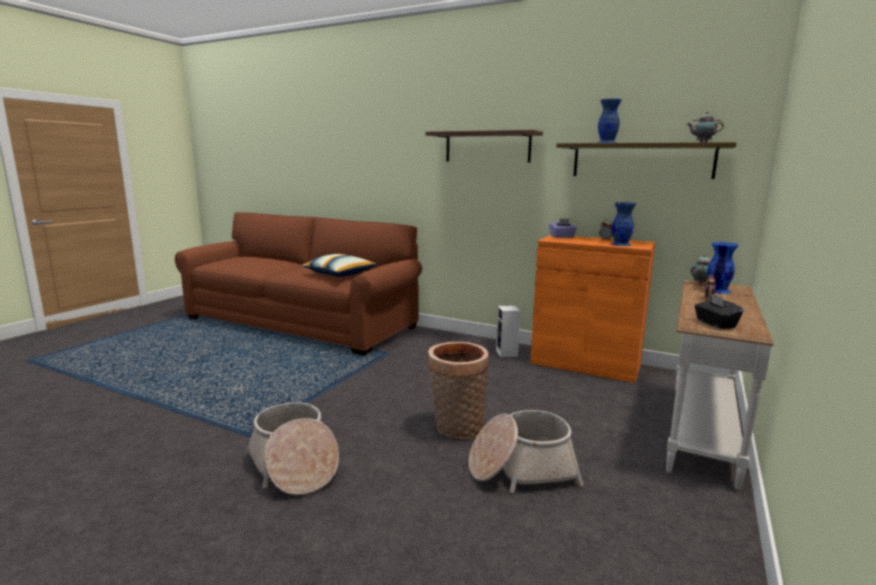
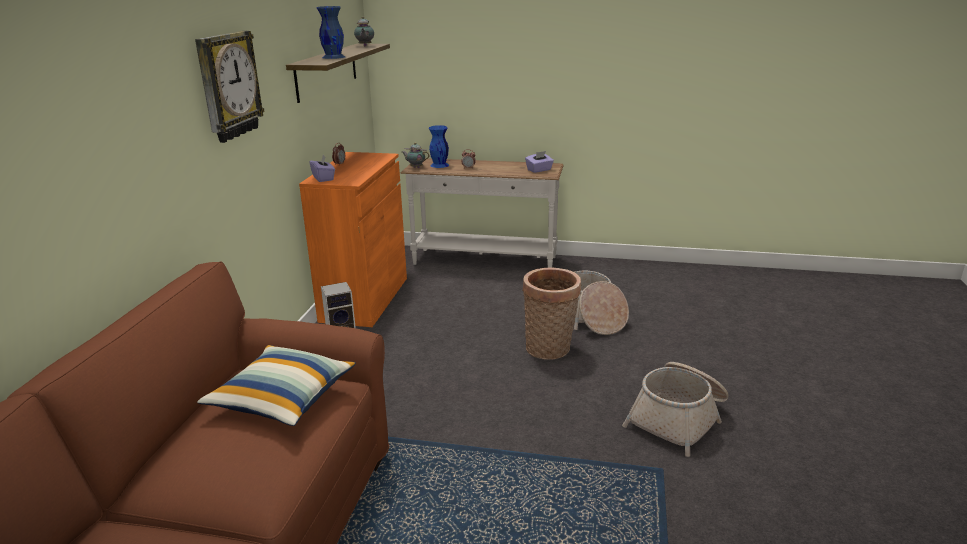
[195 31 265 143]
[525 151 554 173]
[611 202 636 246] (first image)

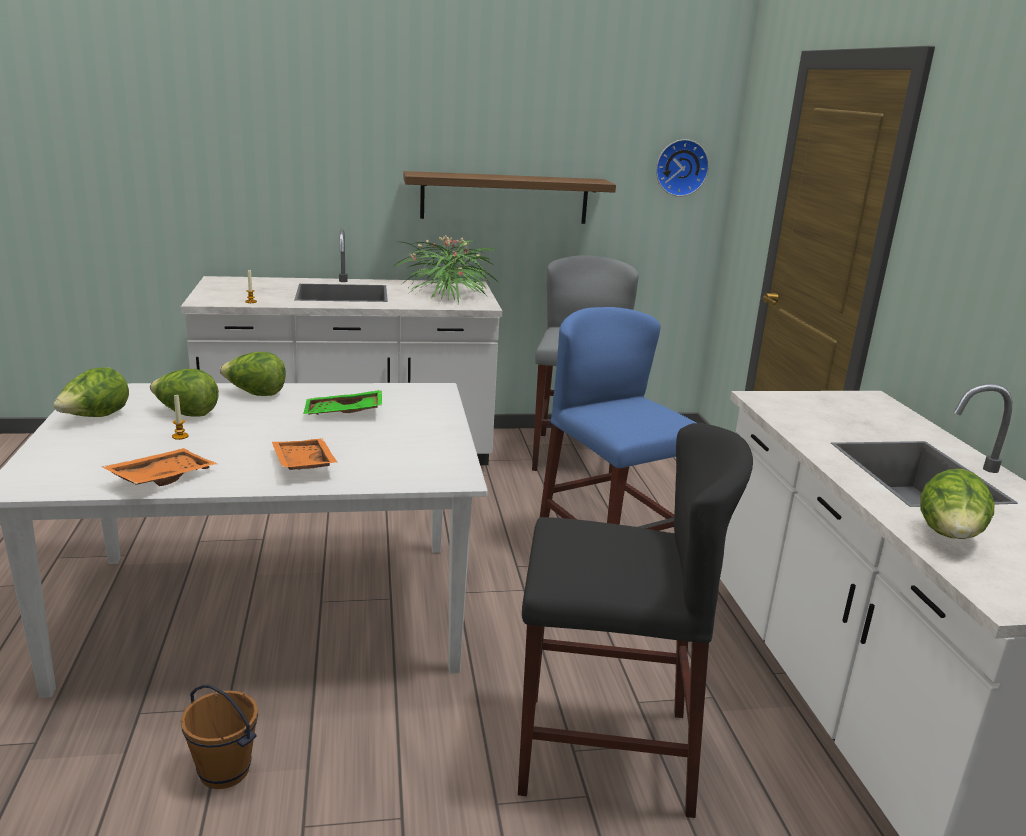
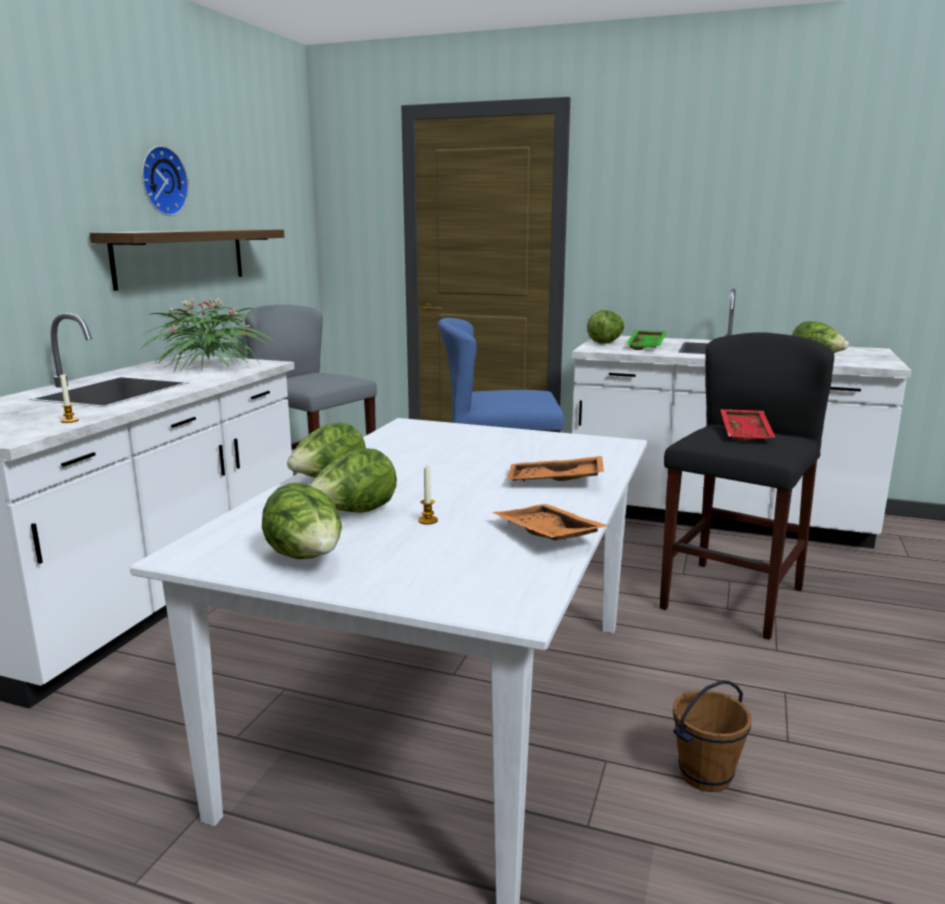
[142 146 189 216]
[587 310 624 344]
[626 330 667 350]
[720 409 775 442]

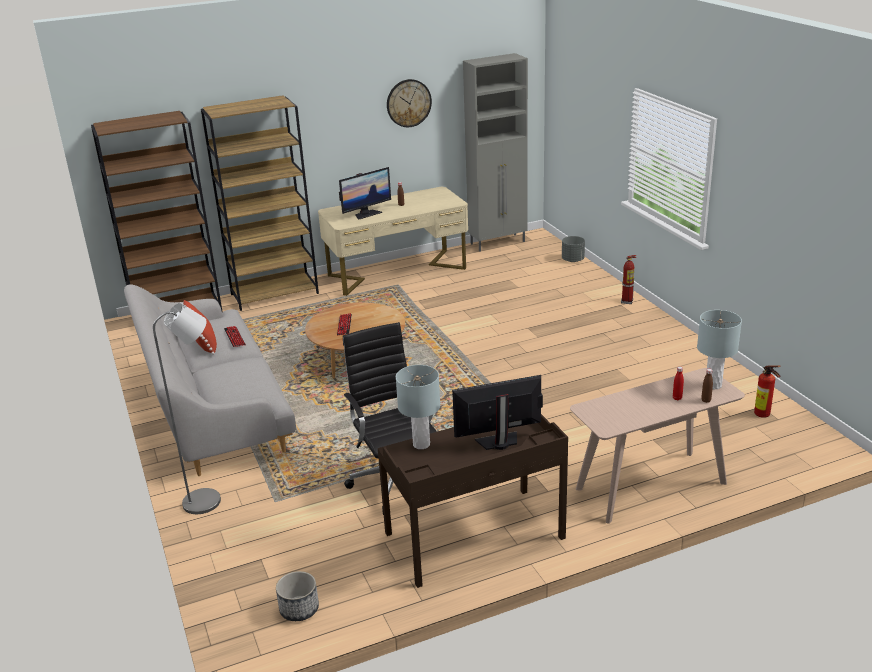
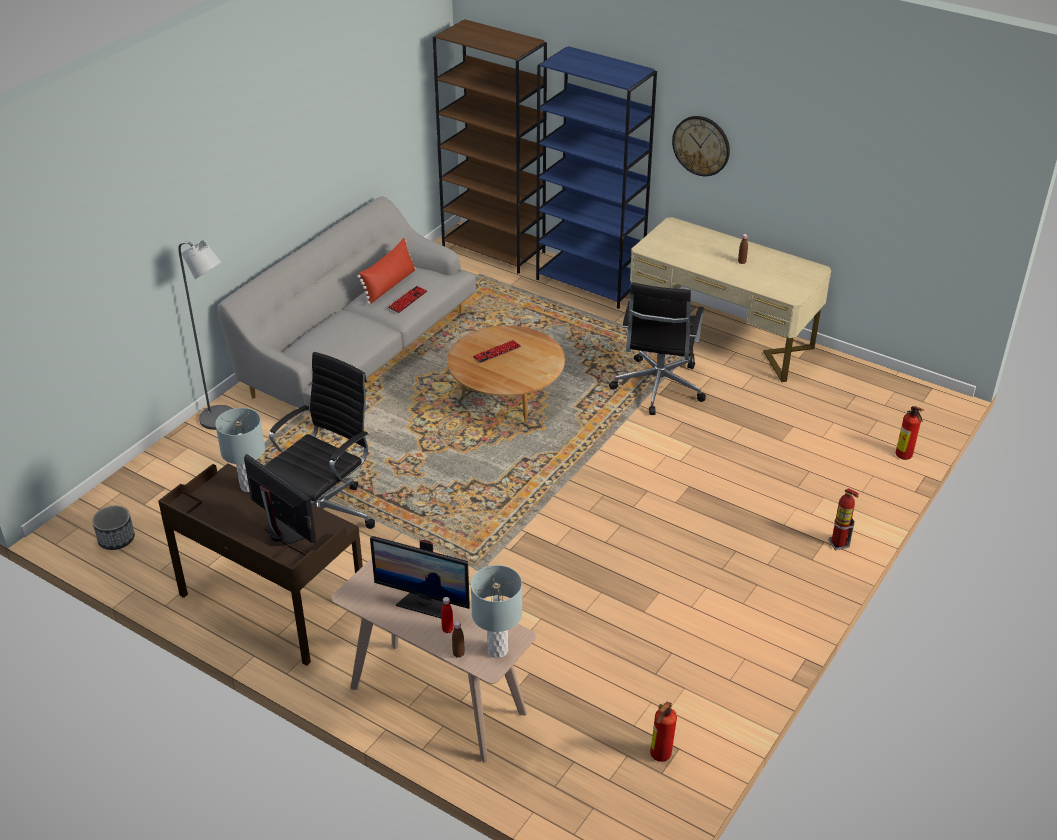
[370 536 470 618]
[536 46 657 309]
[609 283 706 415]
[672 116 730 176]
[896 406 924 460]
[463 53 528 252] (first image)

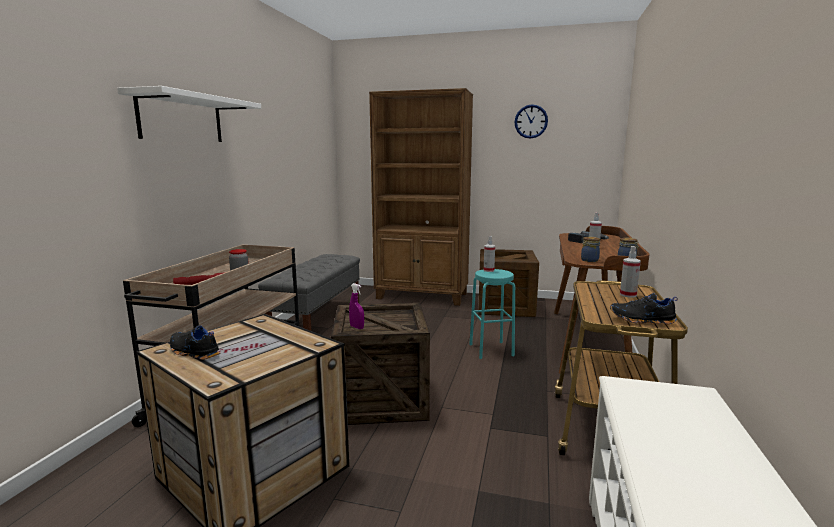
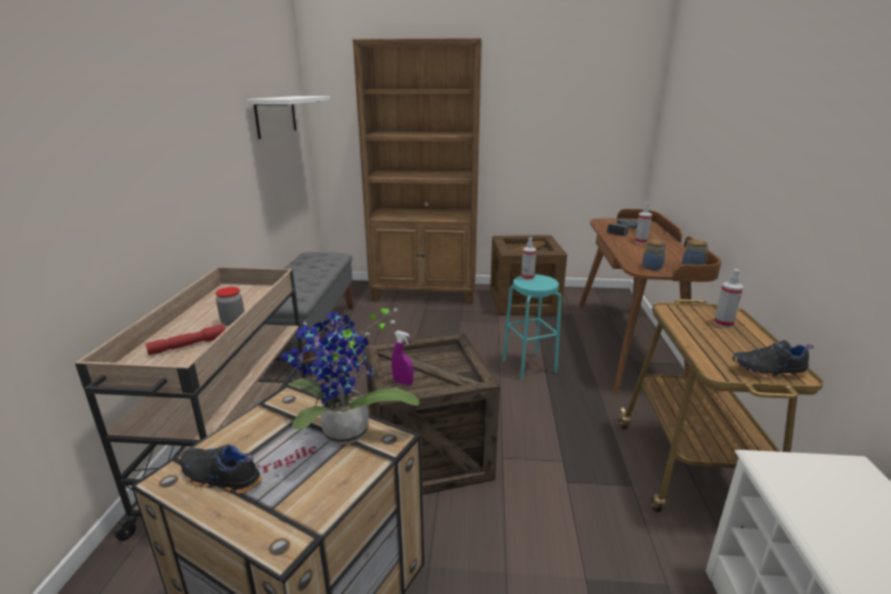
[247 96 330 139]
[282 307 420 445]
[515 104 548 139] (first image)

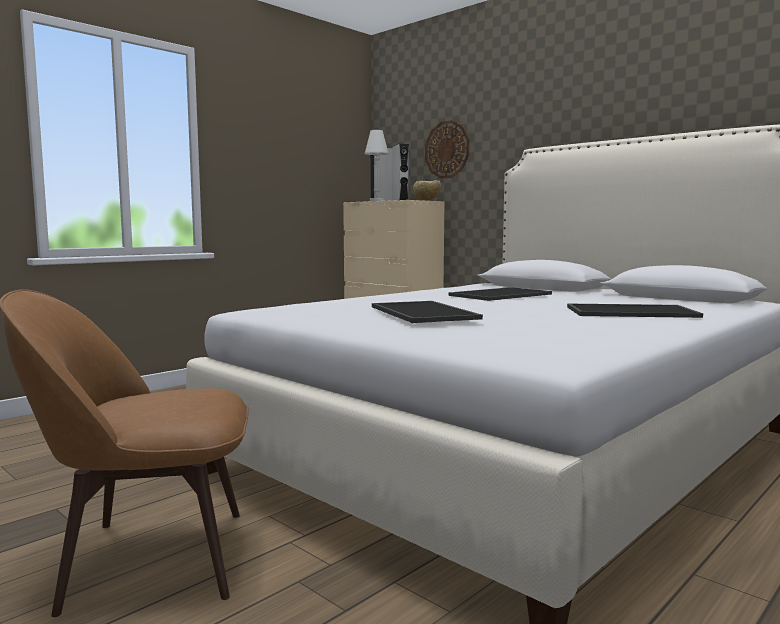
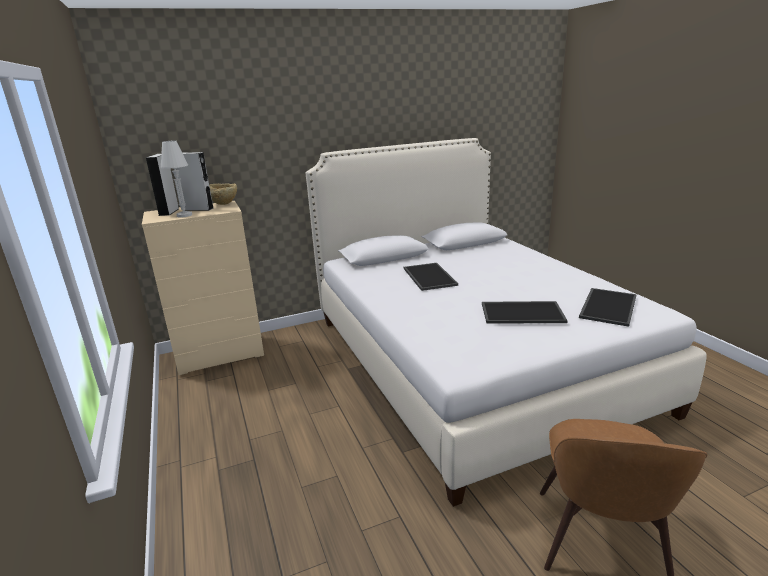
[579 288 637 327]
[425 120 469 179] (first image)

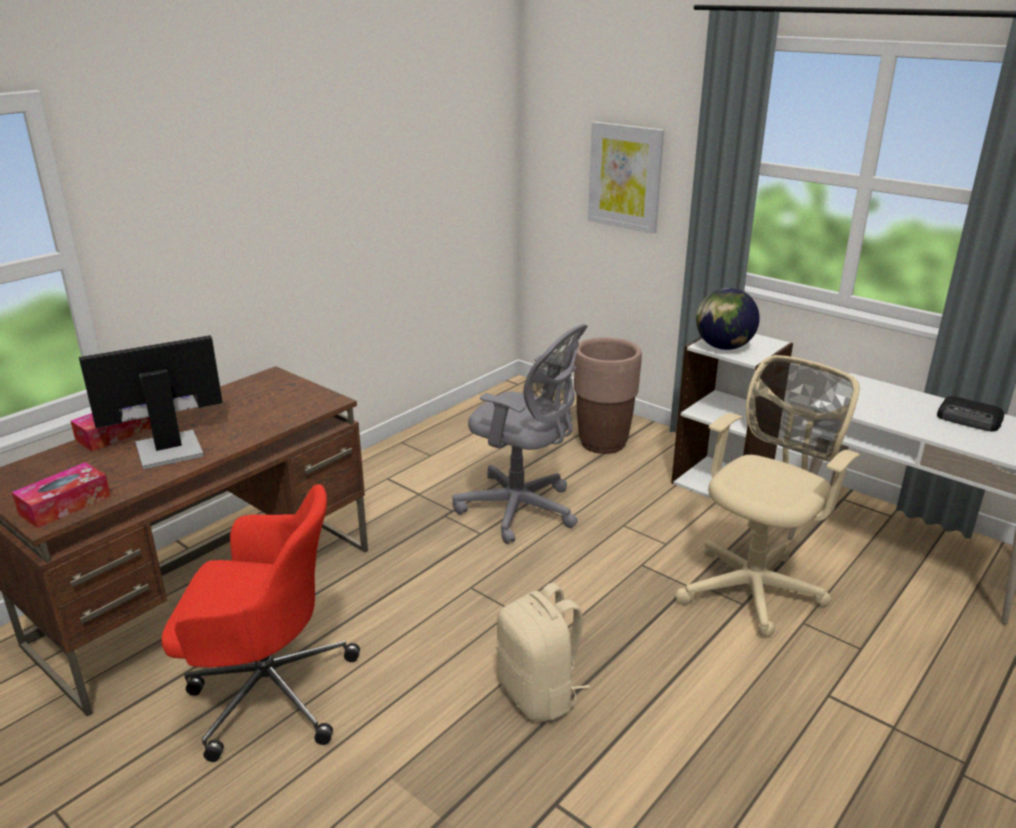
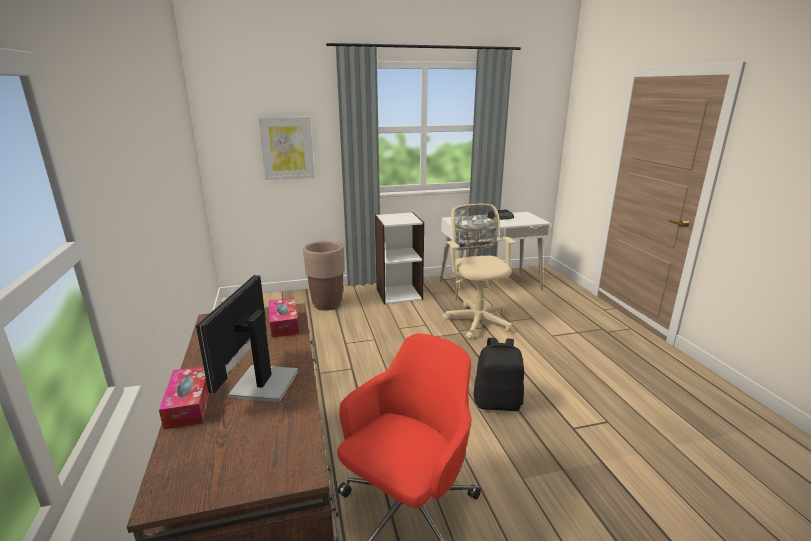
[269 298 299 338]
[473 338 524 411]
[452 324 587 544] (first image)
[696 288 760 350] (first image)

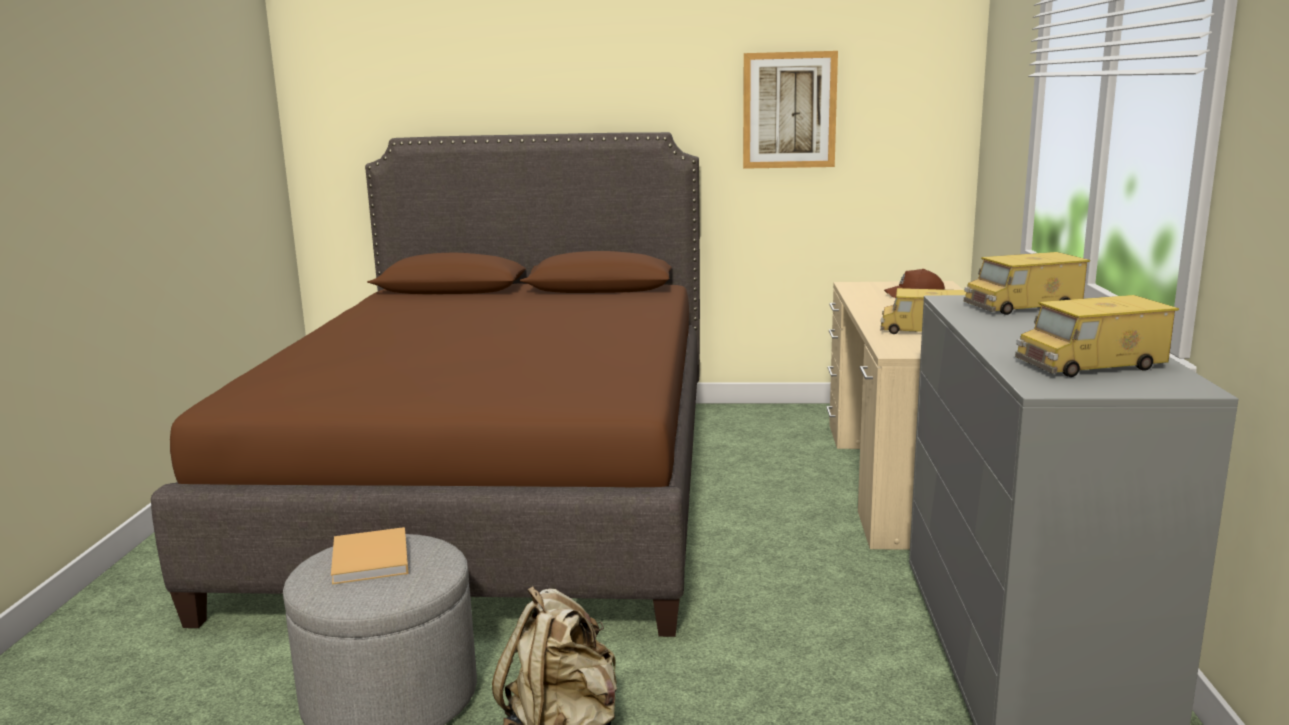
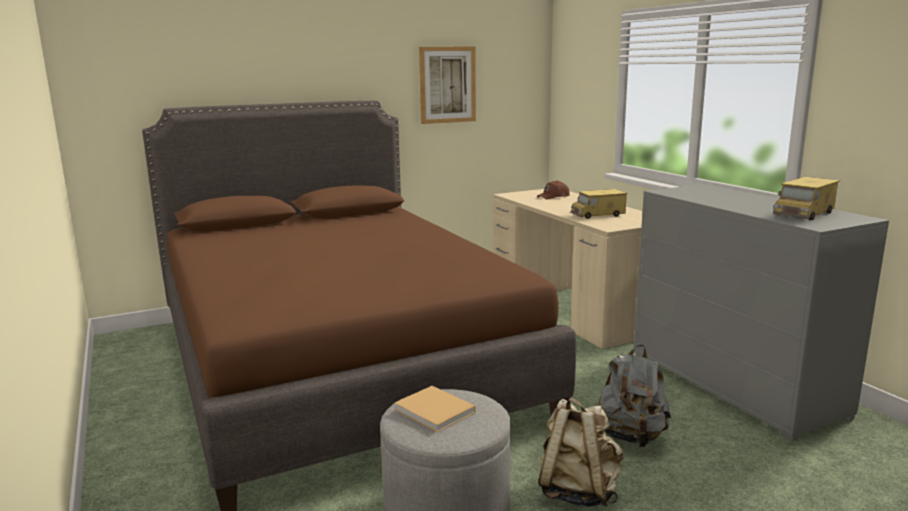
[599 345 671 447]
[964 252 1090 315] (first image)

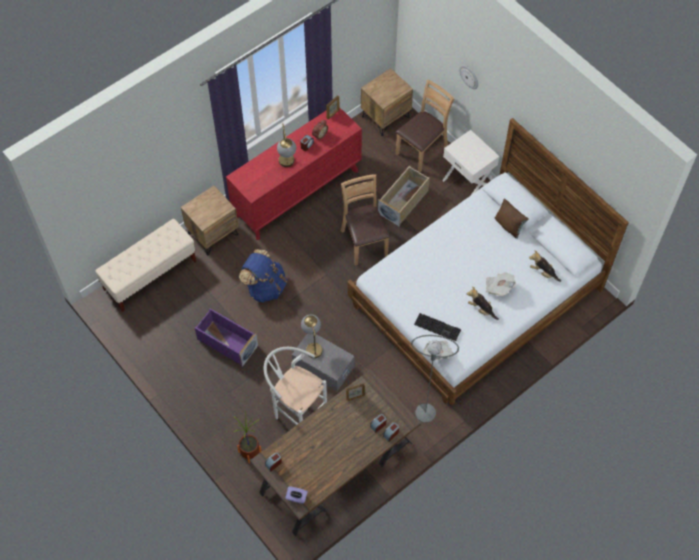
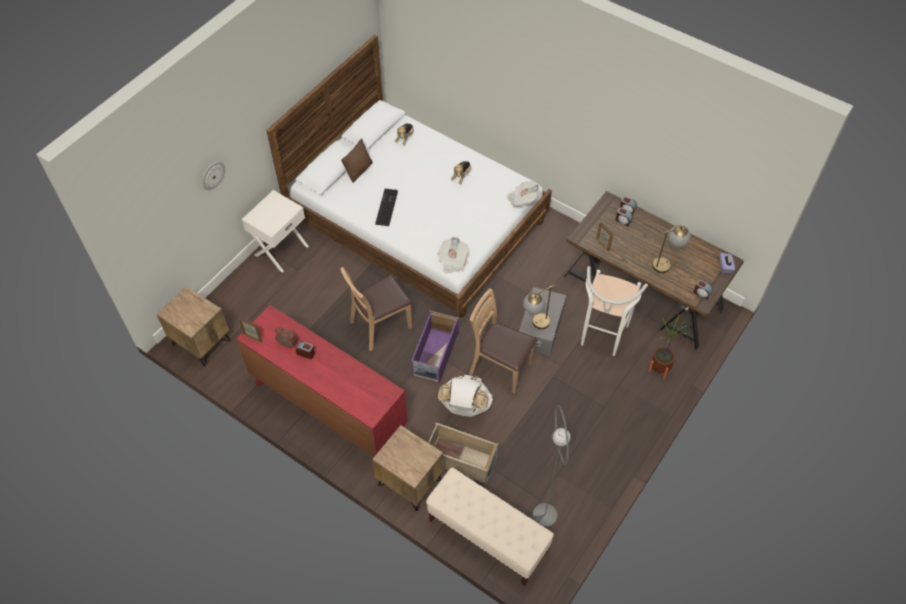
[375 188 398 226]
[411 310 459 383]
[428 423 499 485]
[438 237 470 274]
[438 374 493 417]
[469 288 537 393]
[533 405 571 527]
[652 225 691 273]

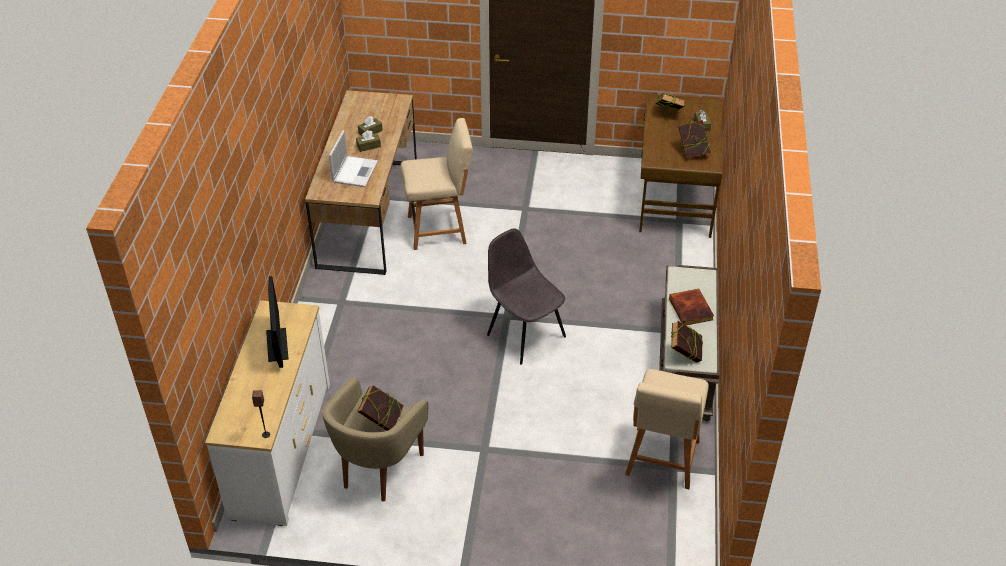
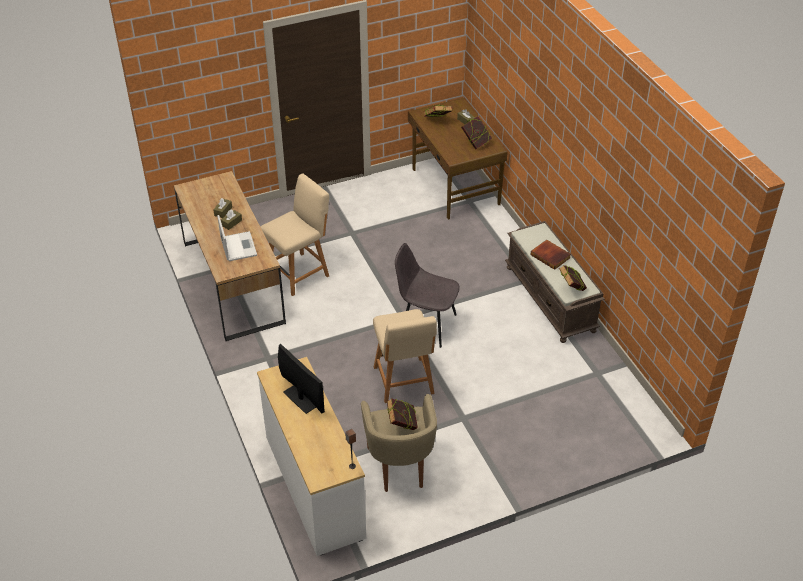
[373 309 437 403]

